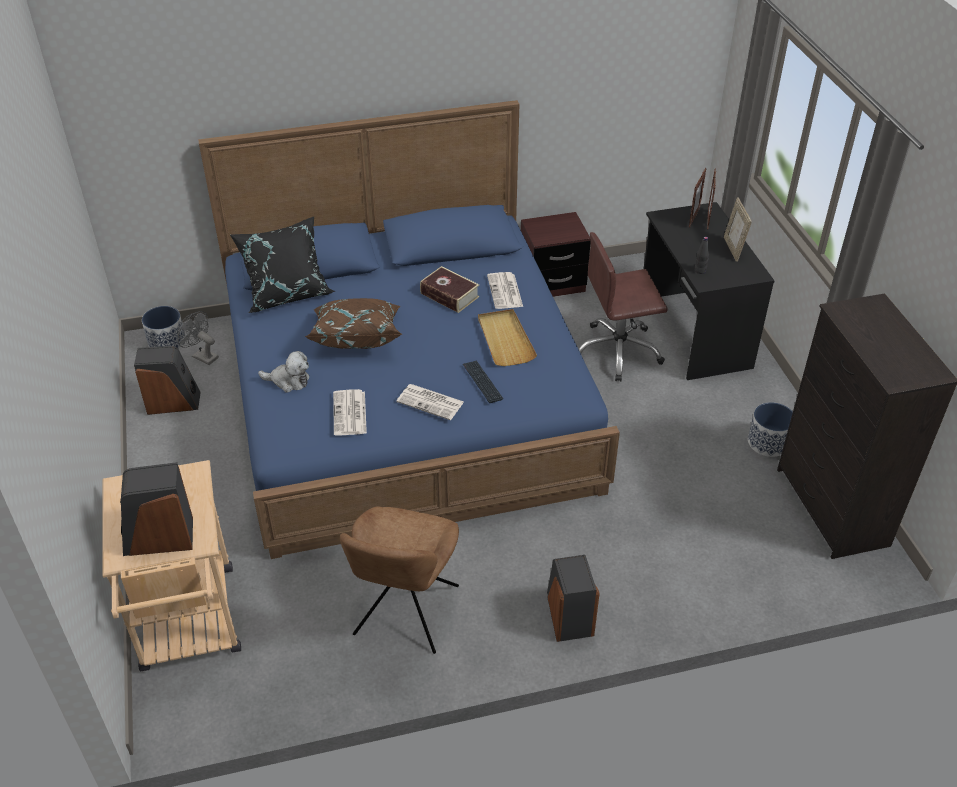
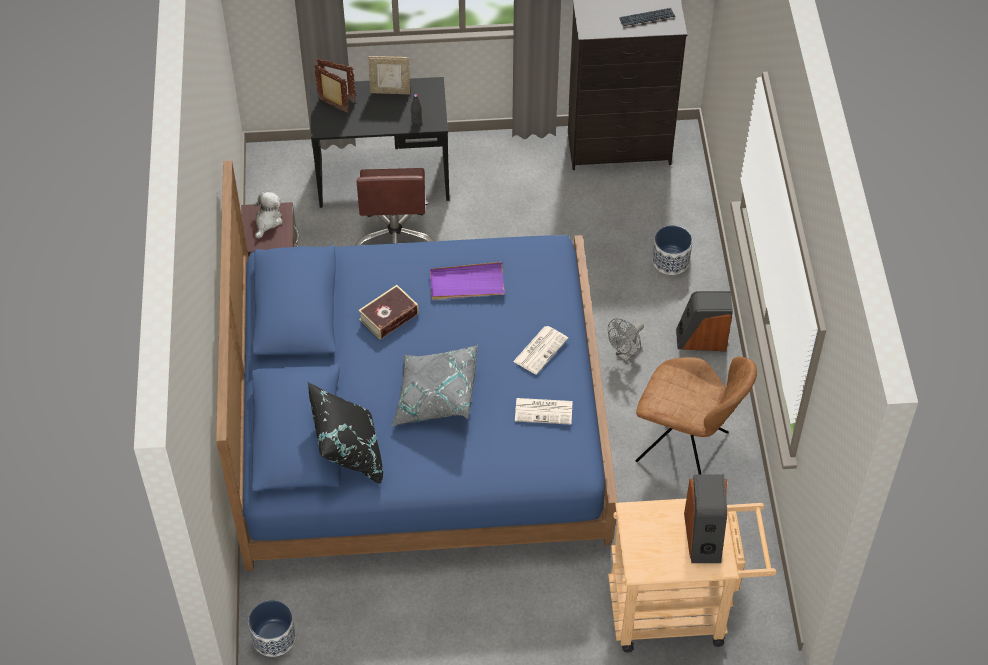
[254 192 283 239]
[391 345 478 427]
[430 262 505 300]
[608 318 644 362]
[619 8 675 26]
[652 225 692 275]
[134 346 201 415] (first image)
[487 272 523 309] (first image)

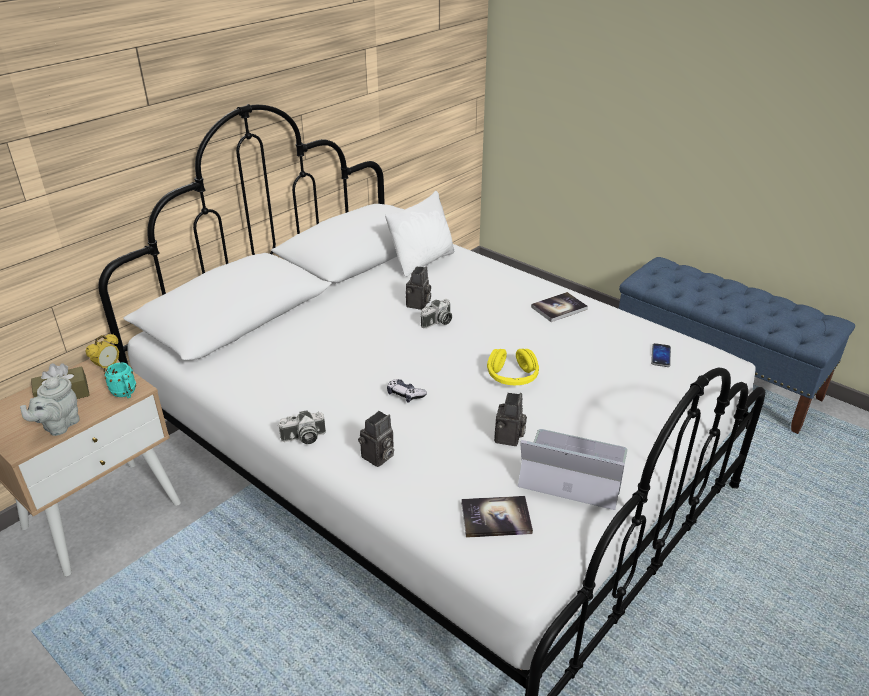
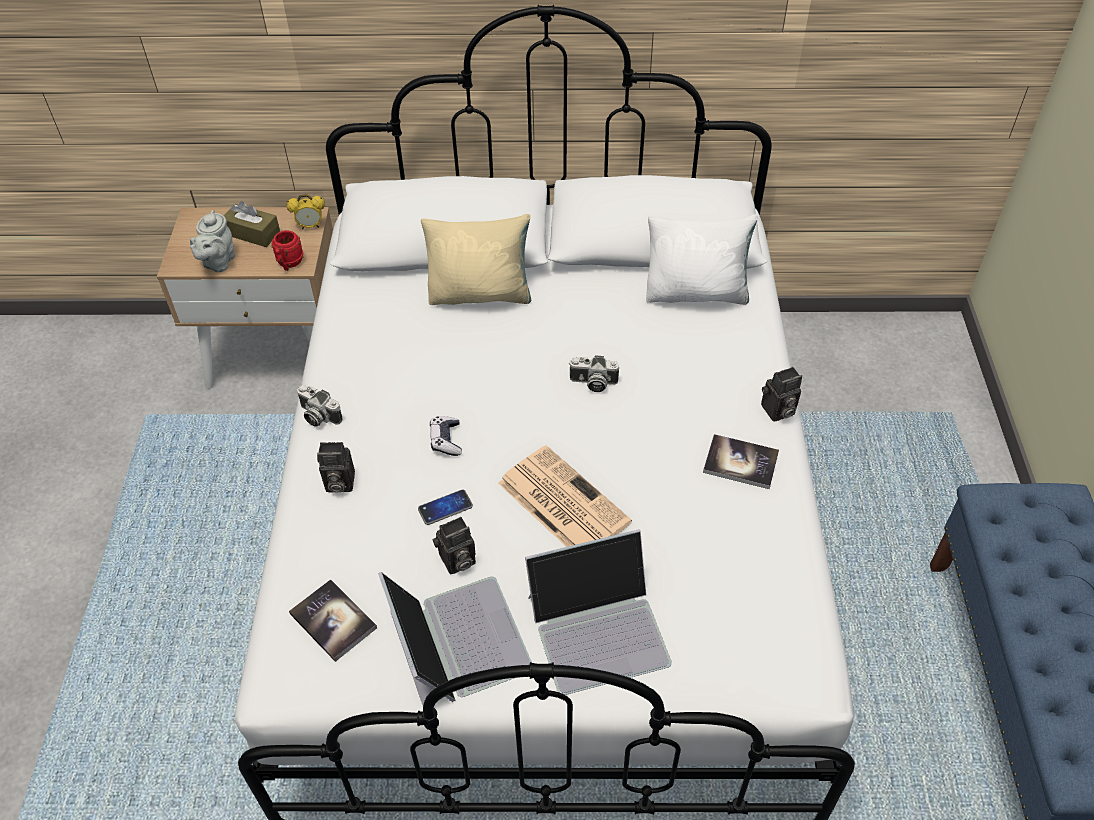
[190 210 235 273]
[272 230 304 271]
[418 490 473 525]
[421 214 531 305]
[498 445 632 547]
[525 529 672 695]
[761 367 802 422]

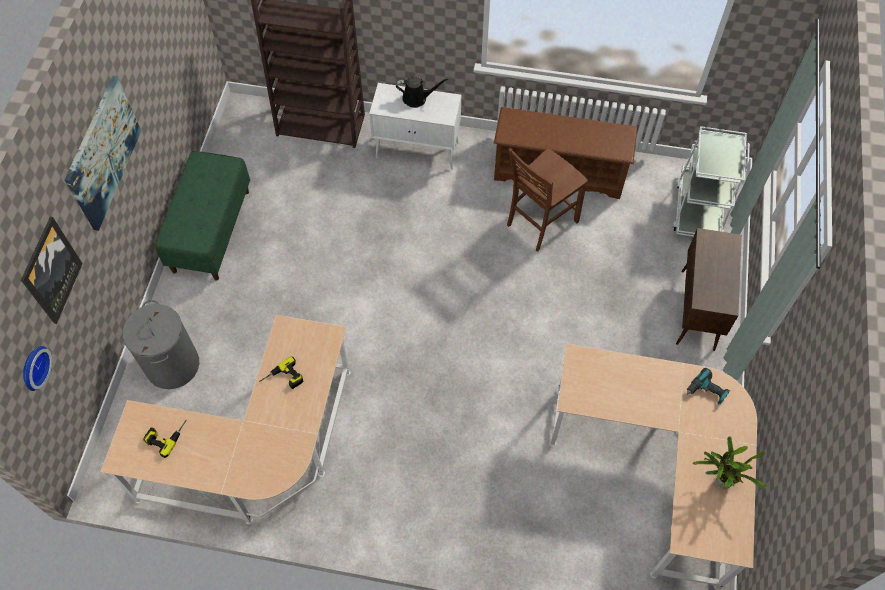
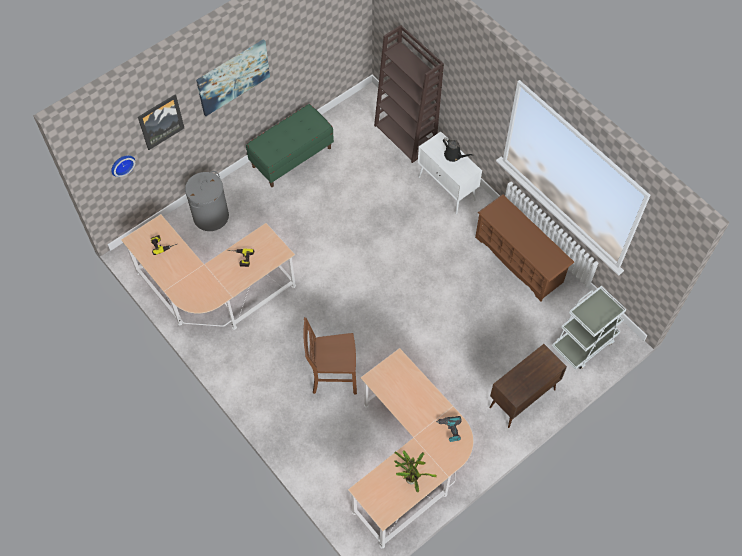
[303 317 357 395]

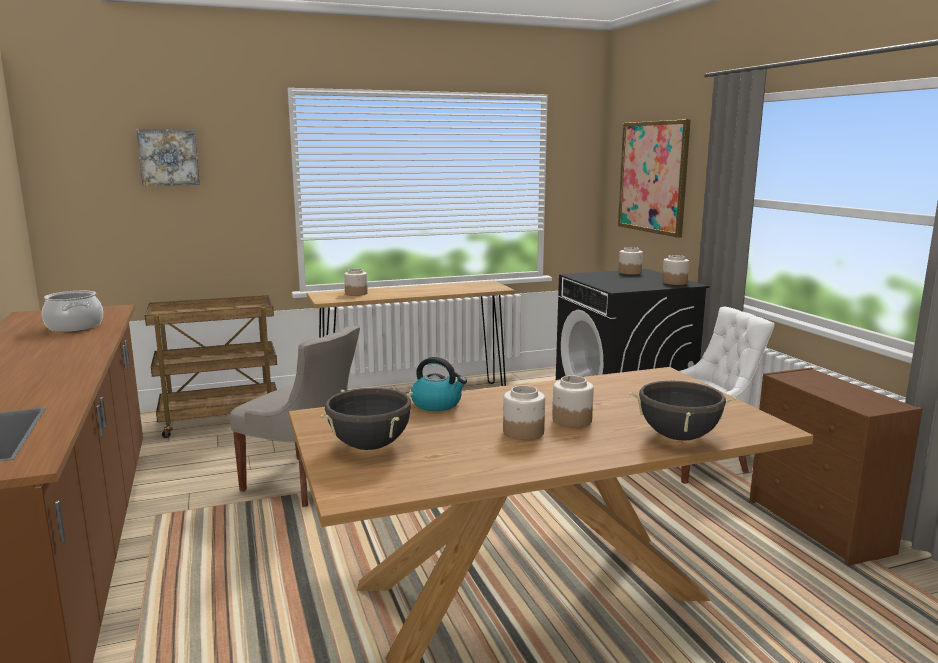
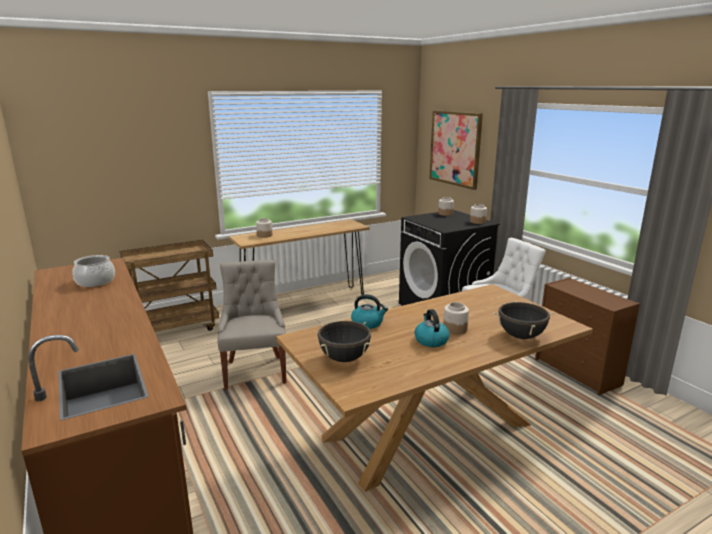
[217 260 286 390]
[415 309 450 347]
[136 129 200 186] (first image)

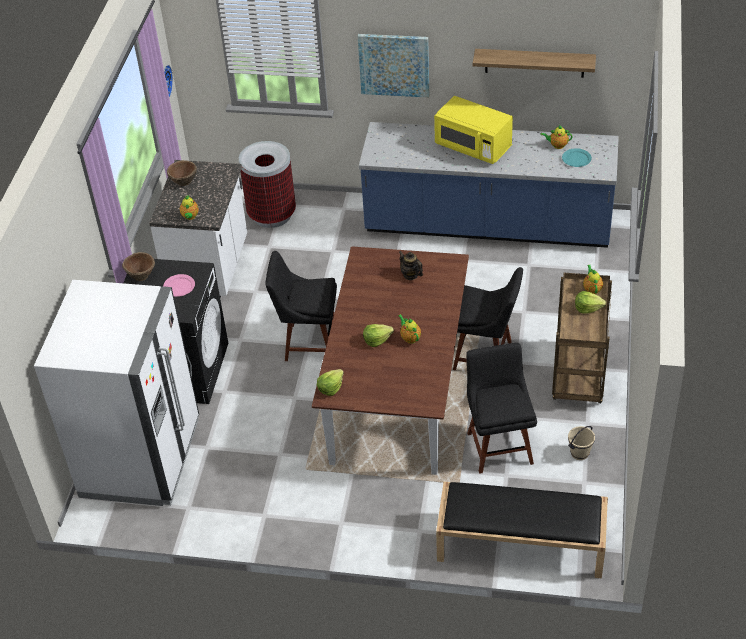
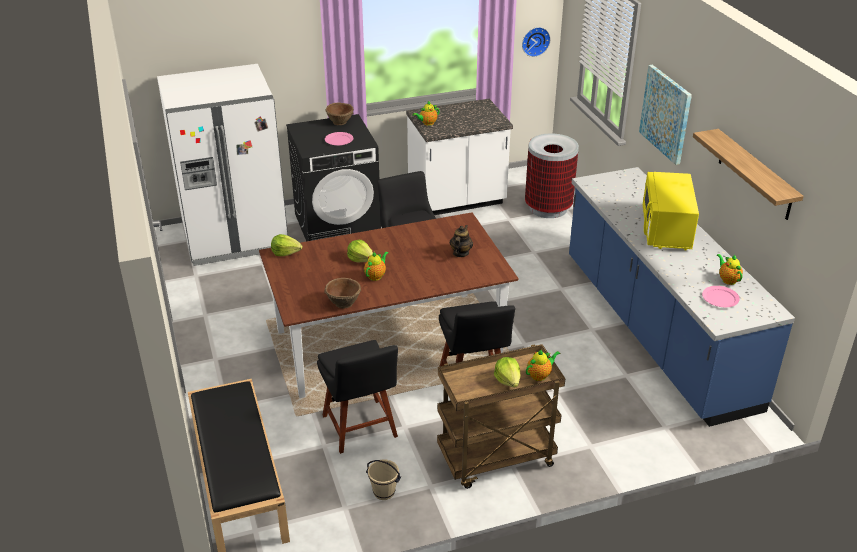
[317 340 398 454]
[324 278 361 309]
[702 286 740 307]

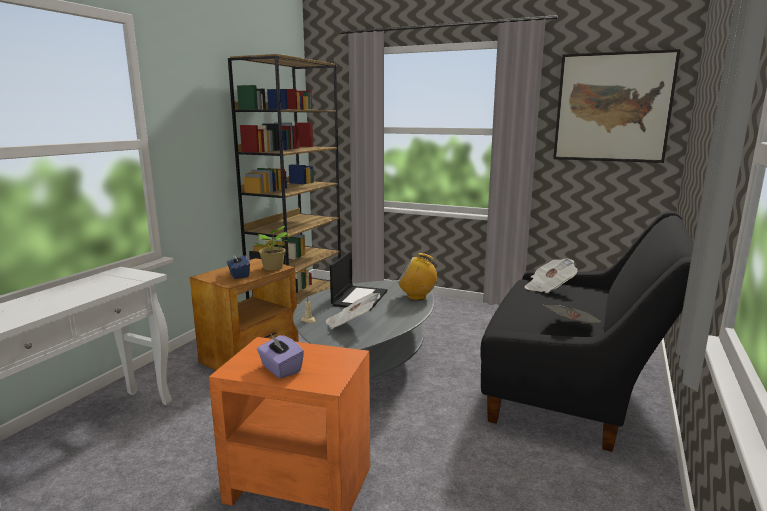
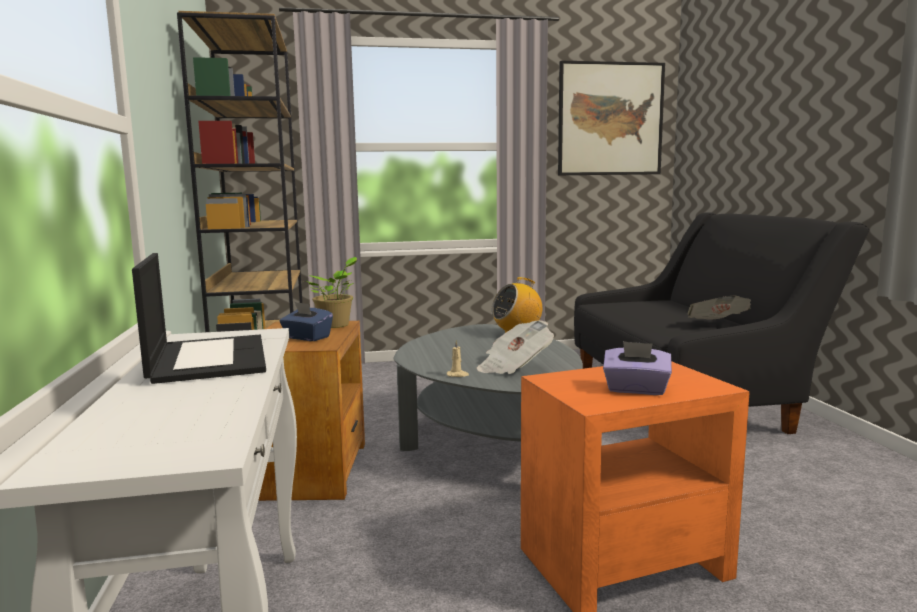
[132 253 266 384]
[524 259 578 293] (first image)

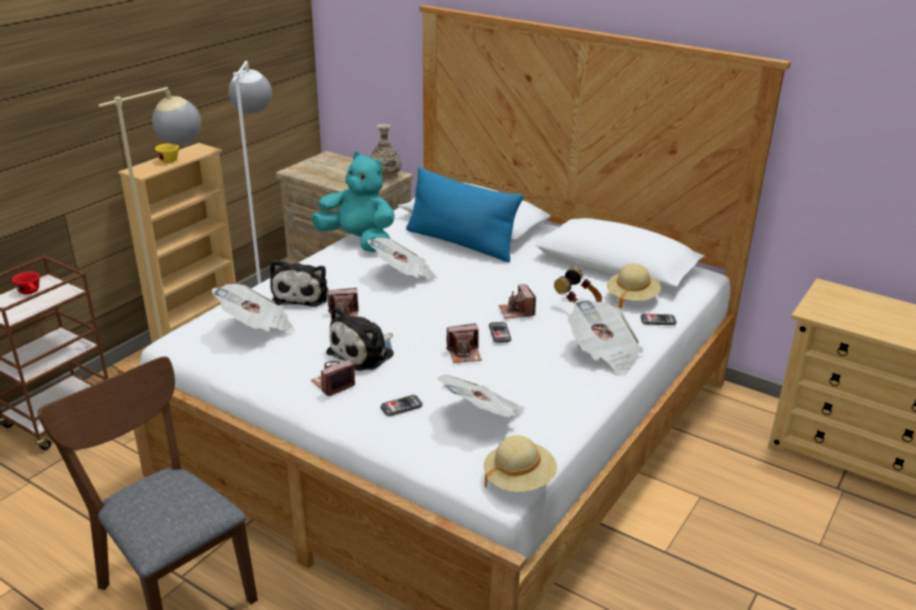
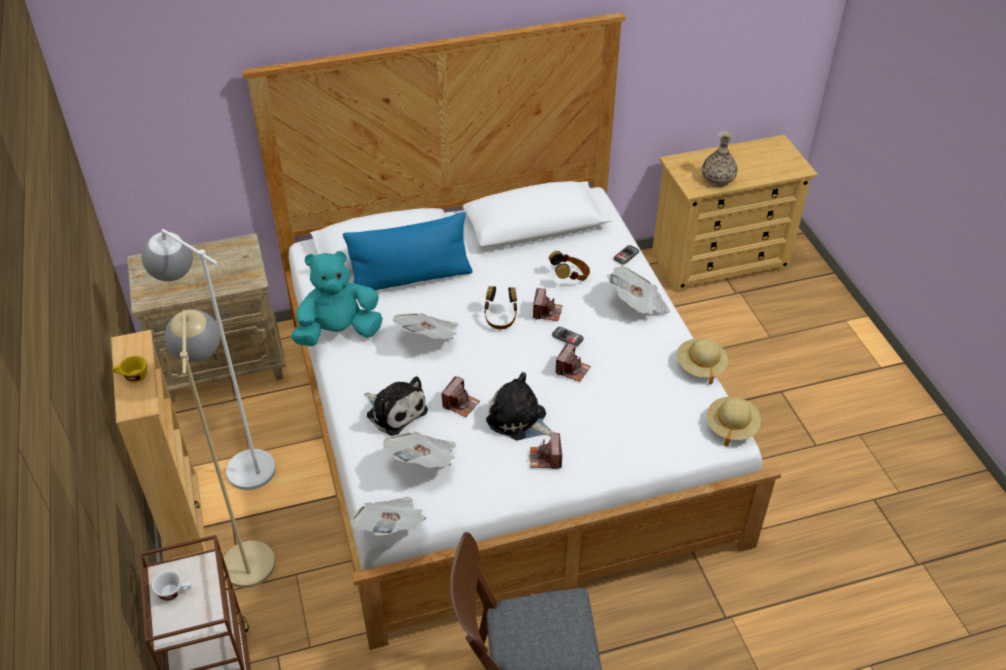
[152 571 192 601]
[349 497 426 536]
[484 286 517 329]
[486 372 555 440]
[533 288 563 321]
[677 338 728 384]
[702 131 737 187]
[380 395 423 416] (first image)

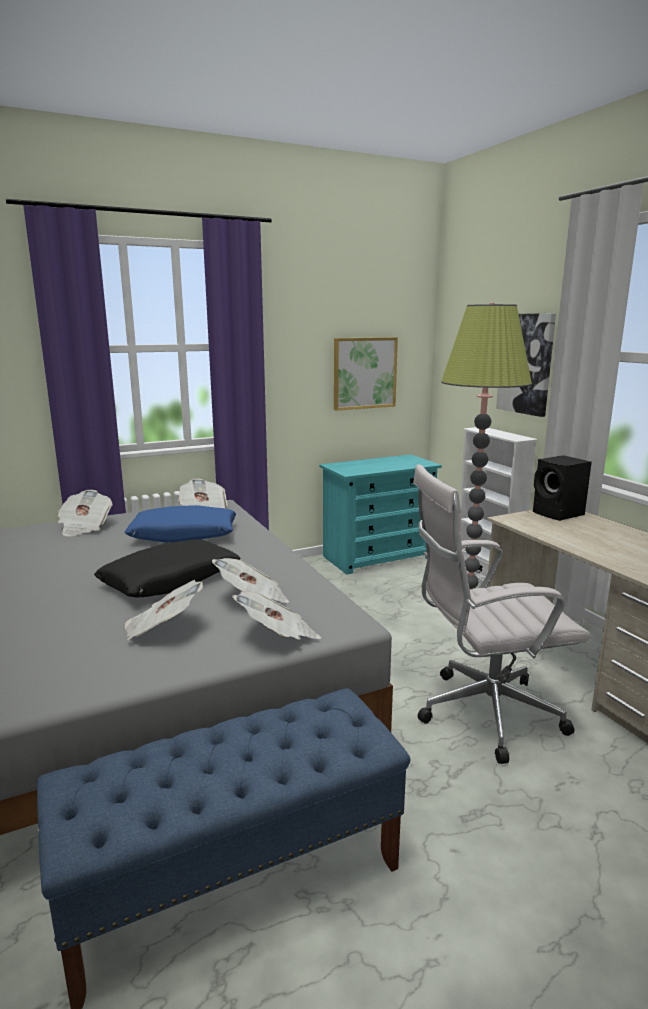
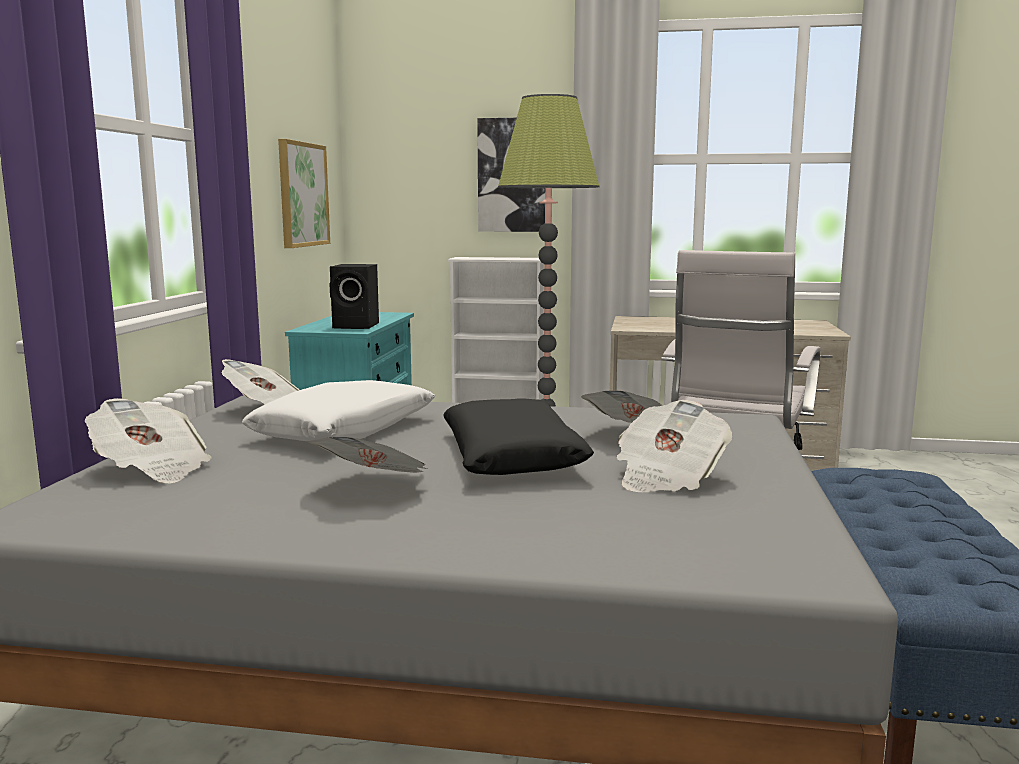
[242 380 435 441]
[307 437 427 473]
[329 264 379 329]

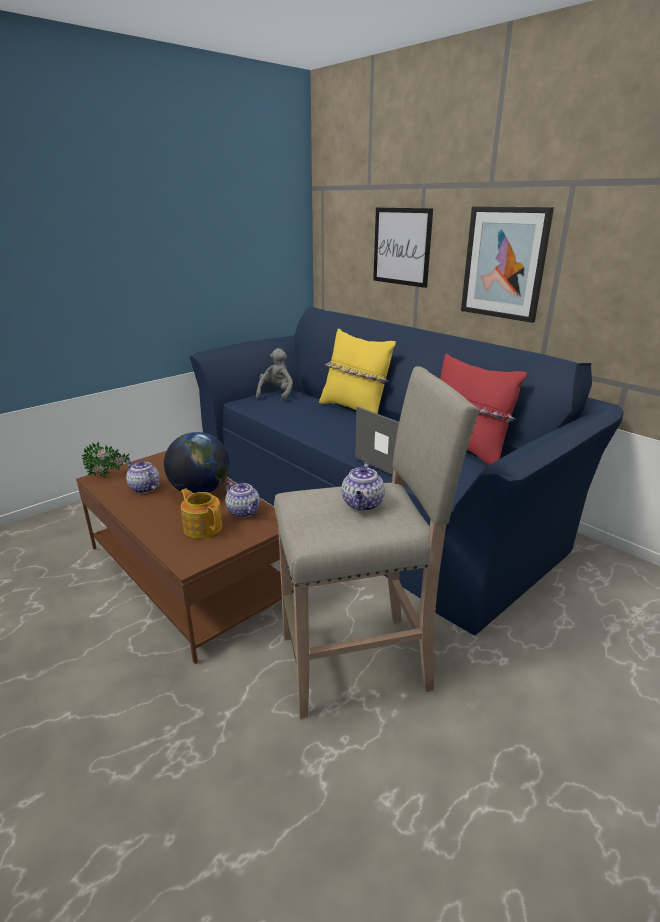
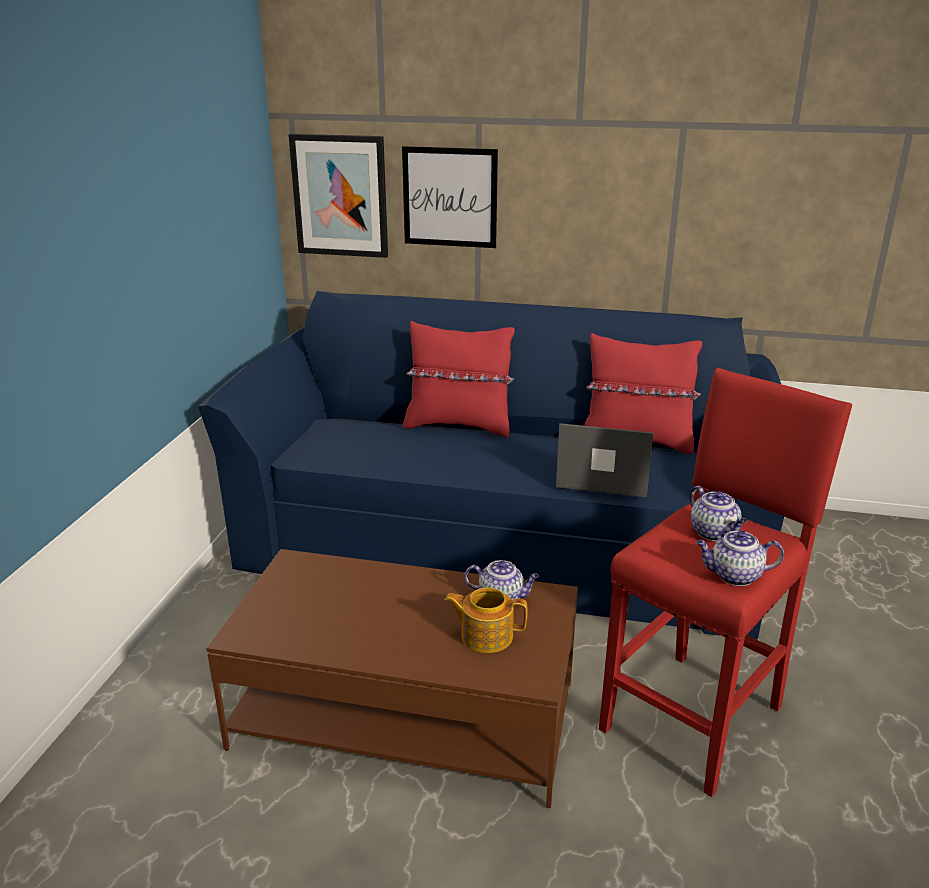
[289 134 388 258]
[403 321 515 437]
[599 368 852 797]
[696 531 784 586]
[81 442 130 478] (first image)
[164 432 229 493] (first image)
[256 348 293 402] (first image)

